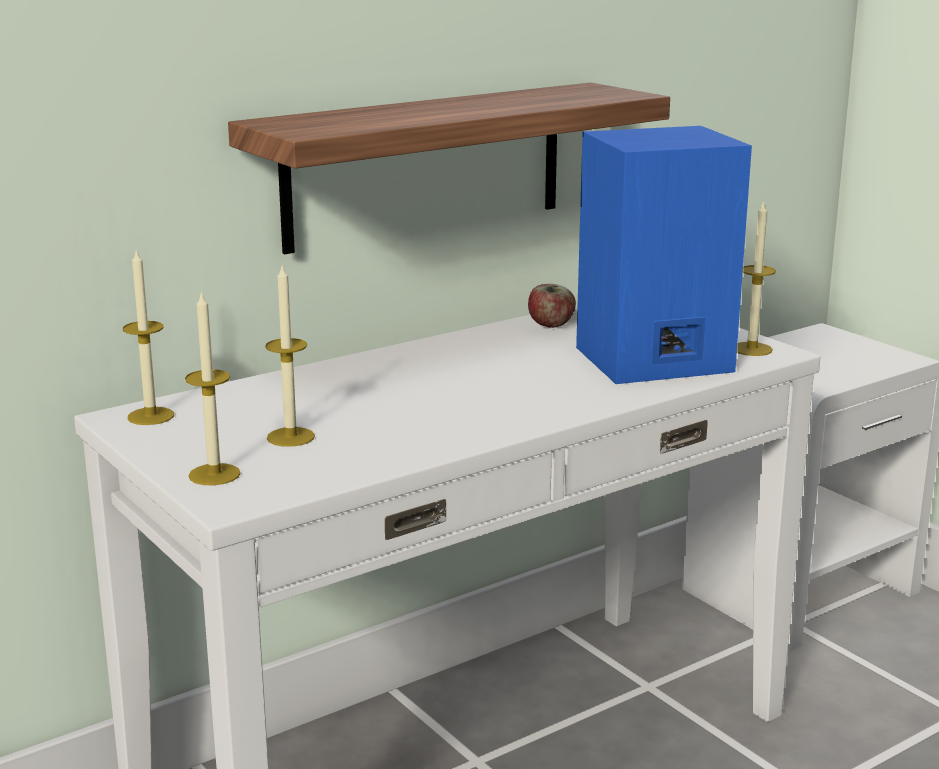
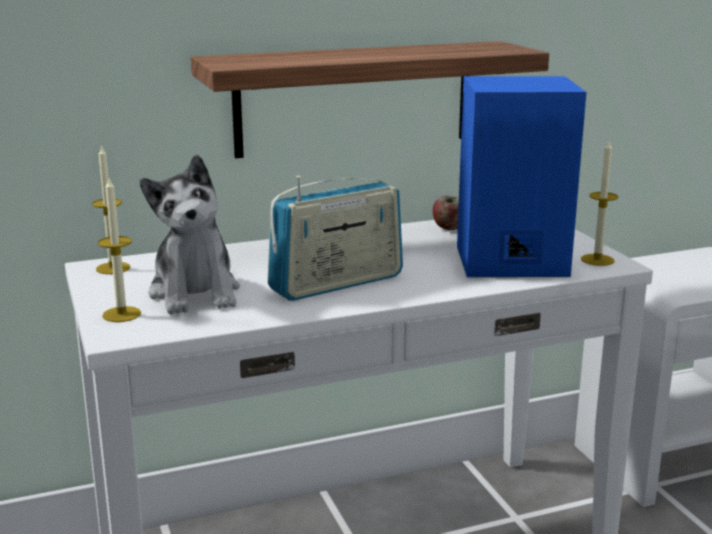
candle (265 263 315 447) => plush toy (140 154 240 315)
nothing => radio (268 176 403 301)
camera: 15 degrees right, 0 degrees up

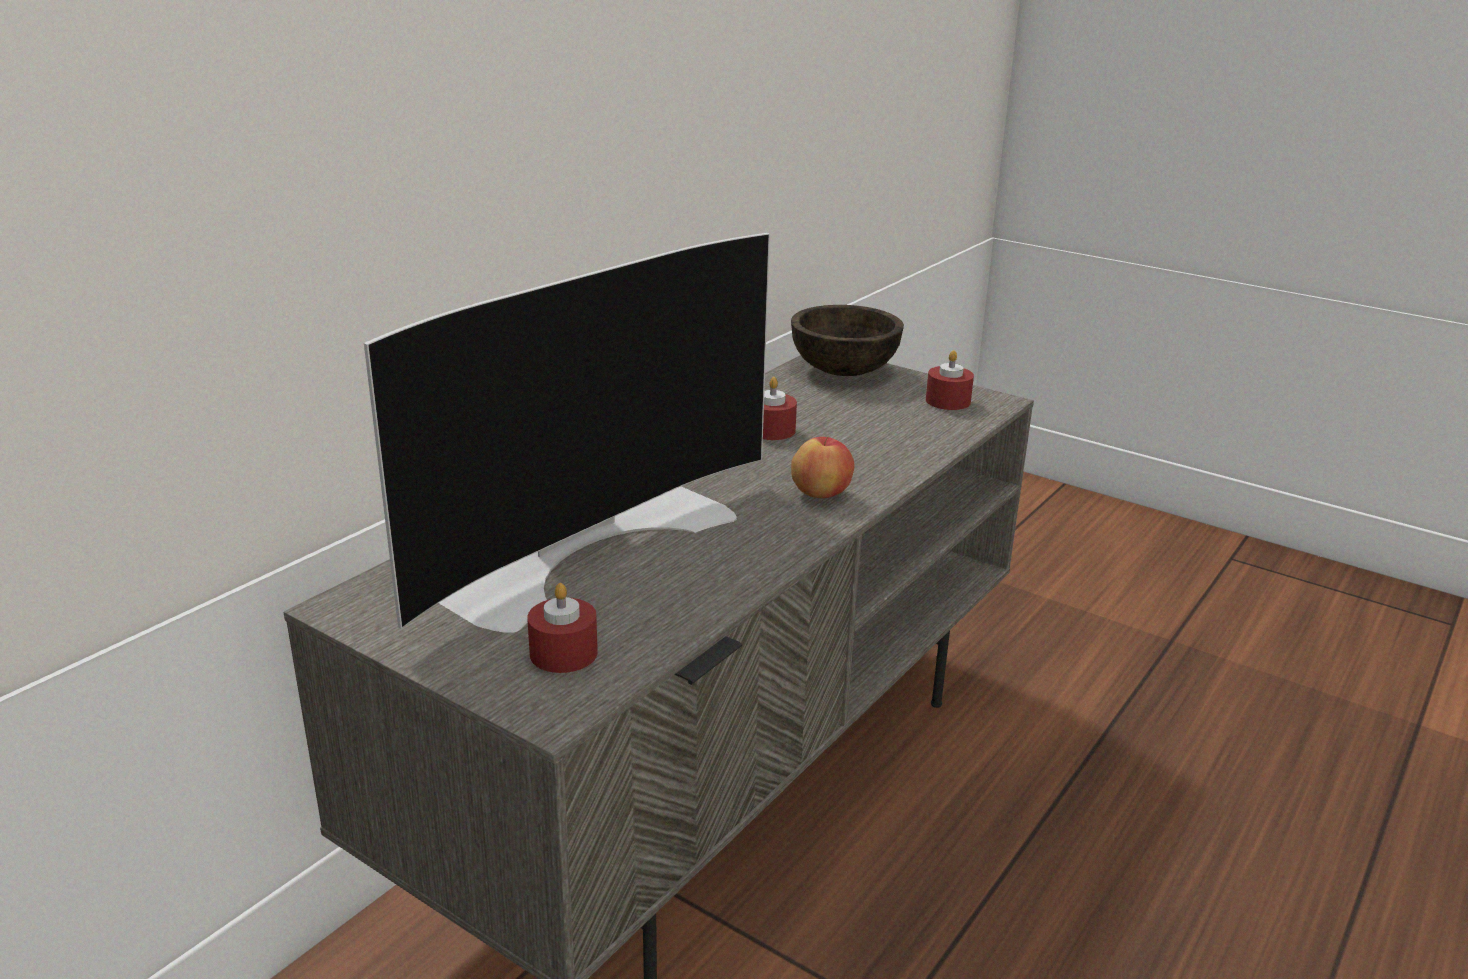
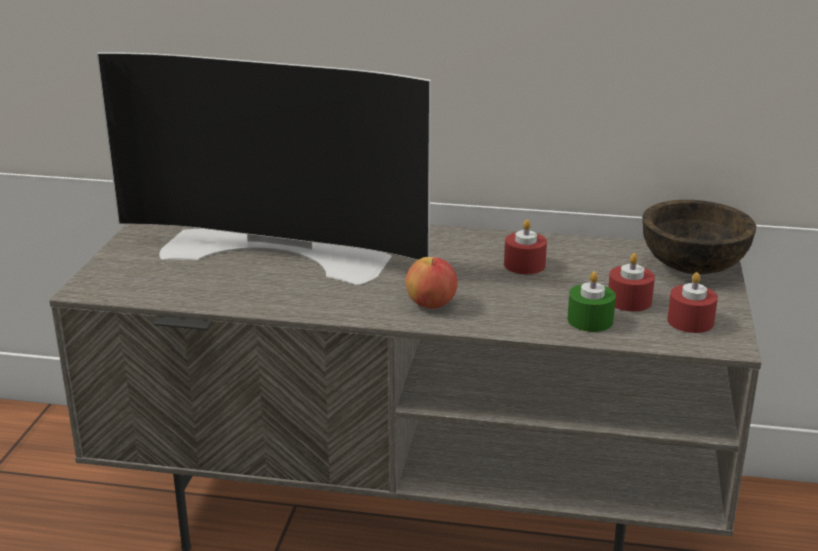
candle (red) (527 583 598 673) => candle (red) (608 253 655 312), shifted
nothing => candle (green) (567 271 616 332)
camera: 65 degrees right, 0 degrees up

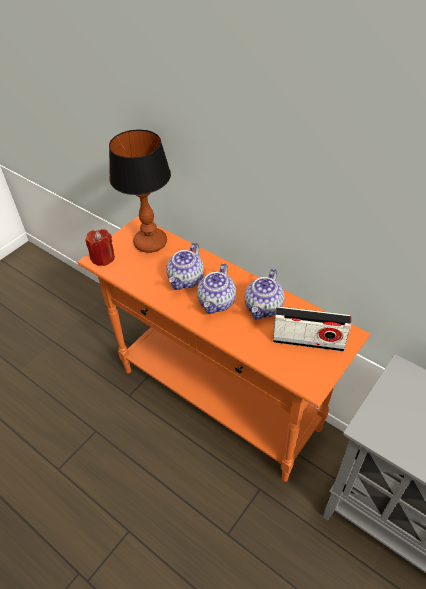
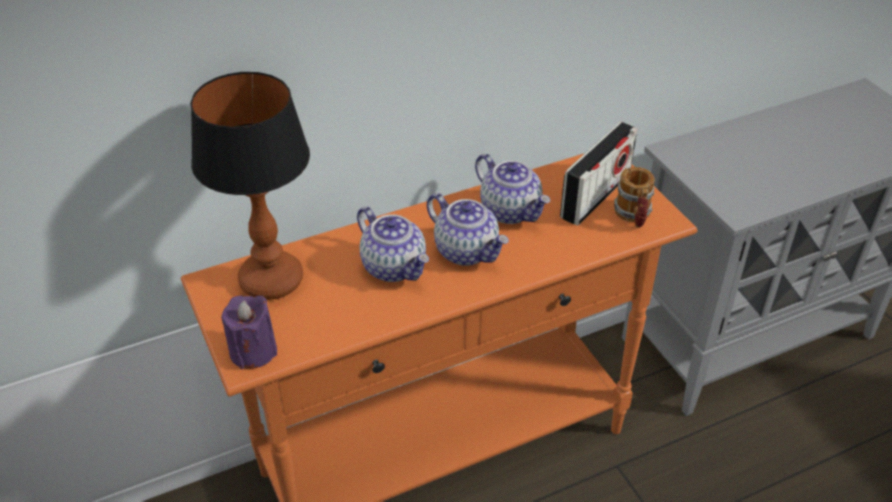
candle (red) (86 229 115 266) => candle (purple) (221 295 277 370)
nothing => mug (614 167 655 228)
camera: 65 degrees left, 5 degrees down

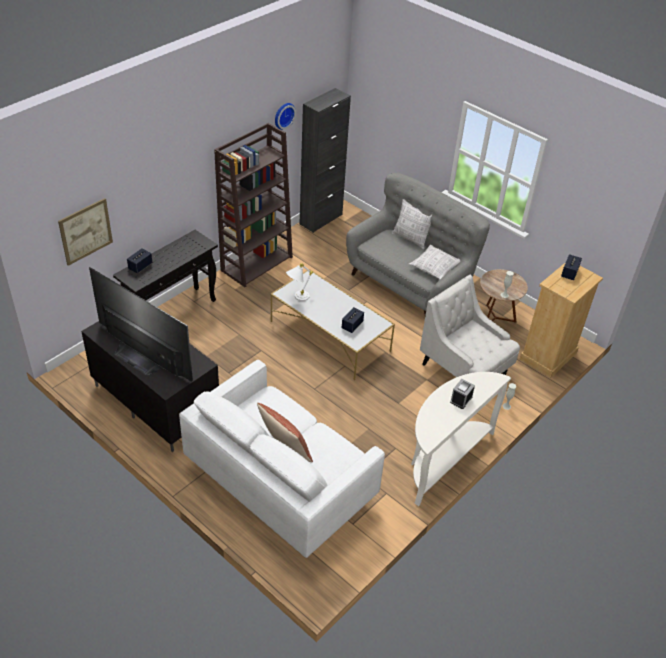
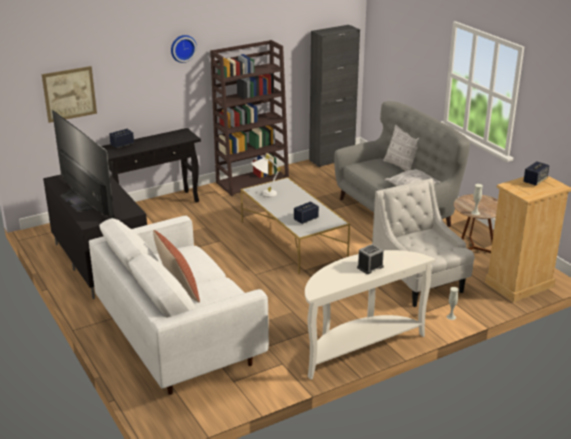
wall clock (275 103 296 130) => wall clock (171 35 197 63), shifted
camera: 20 degrees right, 15 degrees down

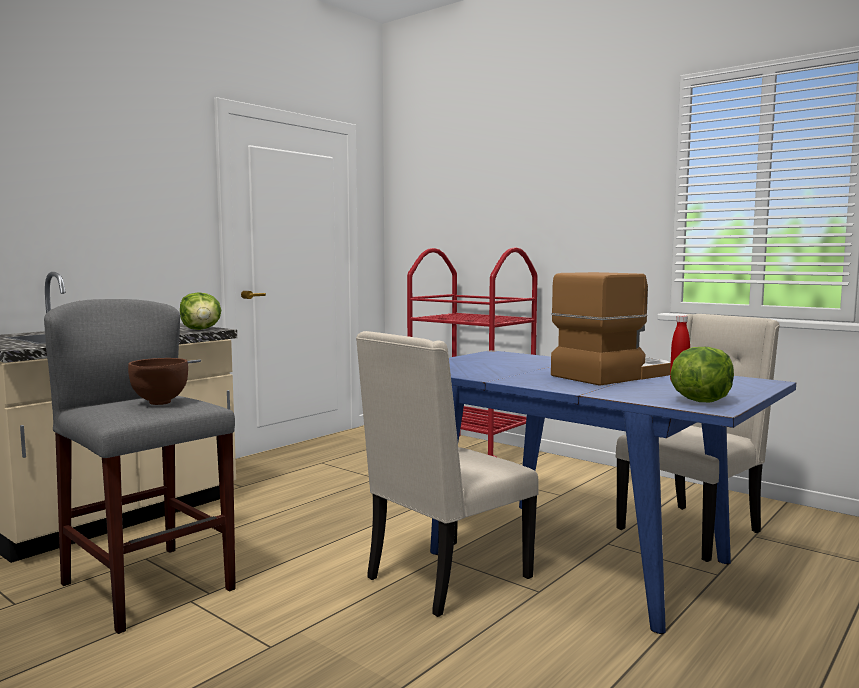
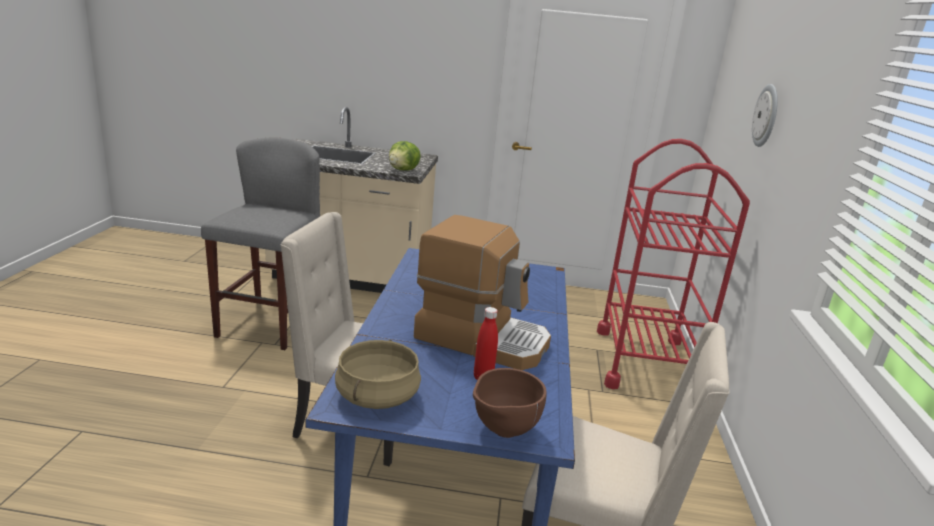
bowl (brown) (128 358 188 405) => bowl (brown) (473 368 546 438), shifted
lettuce (670 347 734 402) => cooking pot (beige) (335 340 421 409)
nothing => wall clock (752 84 778 147)
camera: 55 degrees right, 15 degrees up

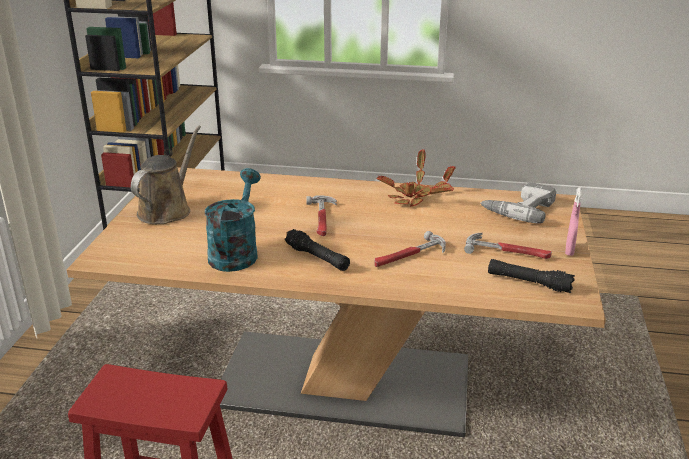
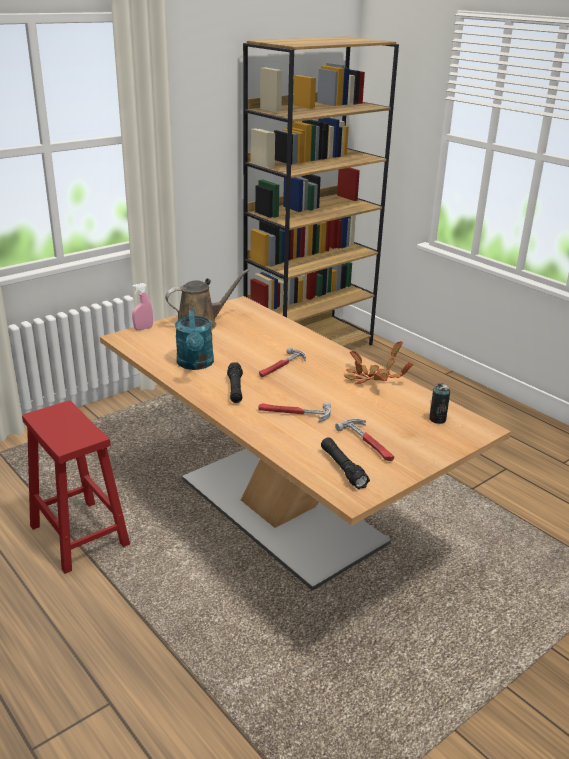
watering can (turquoise) (205 168 261 272) => watering can (turquoise) (175 305 214 370), 120 degrees clockwise
power drill (480 182 556 224) => can (429 383 450 424)
spray bottle (pink) (565 187 582 256) => spray bottle (pink) (132 283 153 330), shifted
camera: 40 degrees right, 0 degrees up

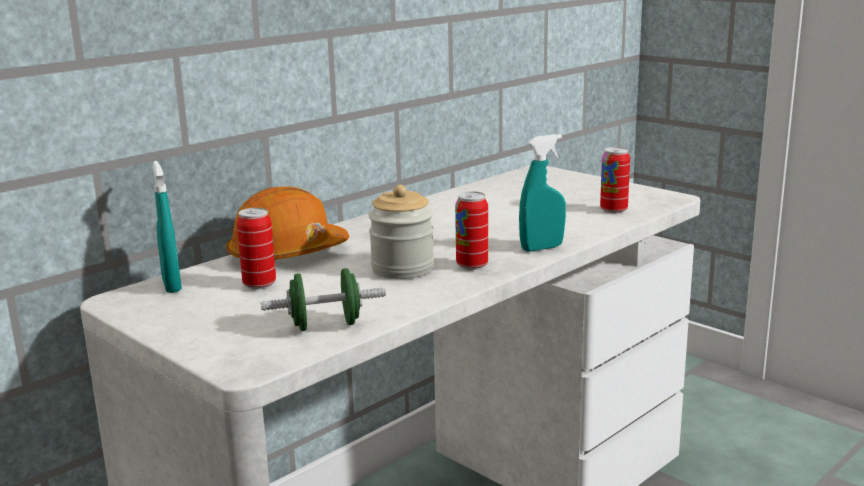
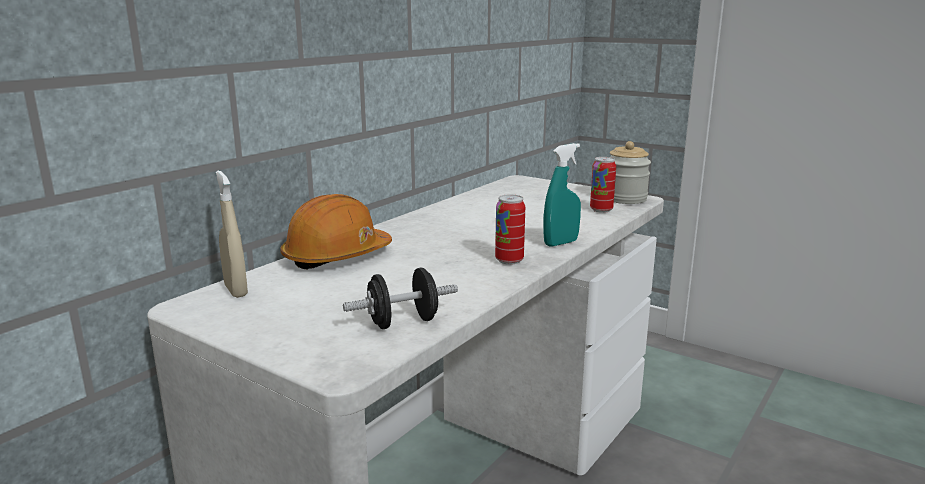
spray bottle (turquoise) (153 161 182 293) => spray bottle (beige) (216 171 248 298)
can (237 208 276 290) => nothing
dumbbell (green) (261 268 386 331) => dumbbell (black) (343 268 458 329)
jar (368 185 434 279) => jar (610 141 651 204), shifted
camera: 10 degrees left, 0 degrees up

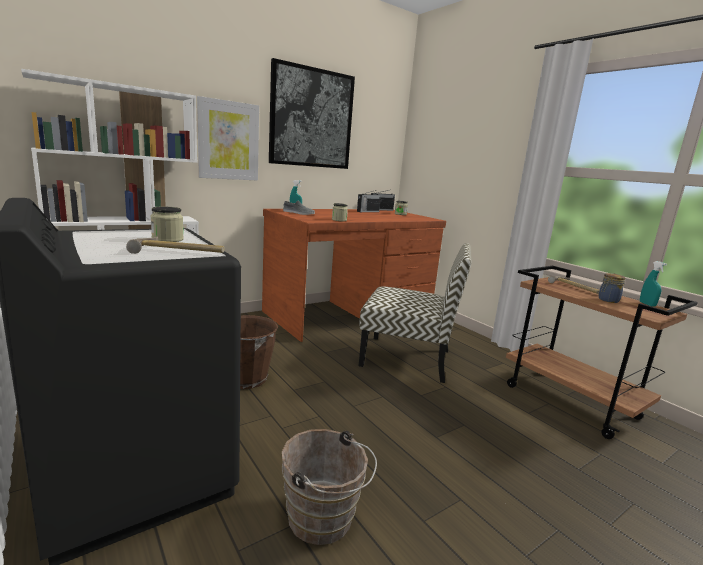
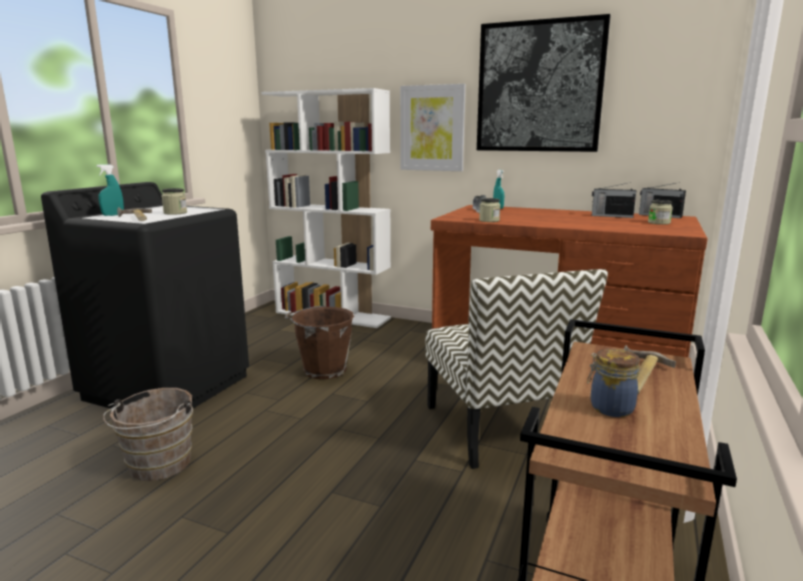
spray bottle (turquoise) (640 261 667 307) => spray bottle (turquoise) (97 164 124 216), shifted
camera: 60 degrees right, 0 degrees up

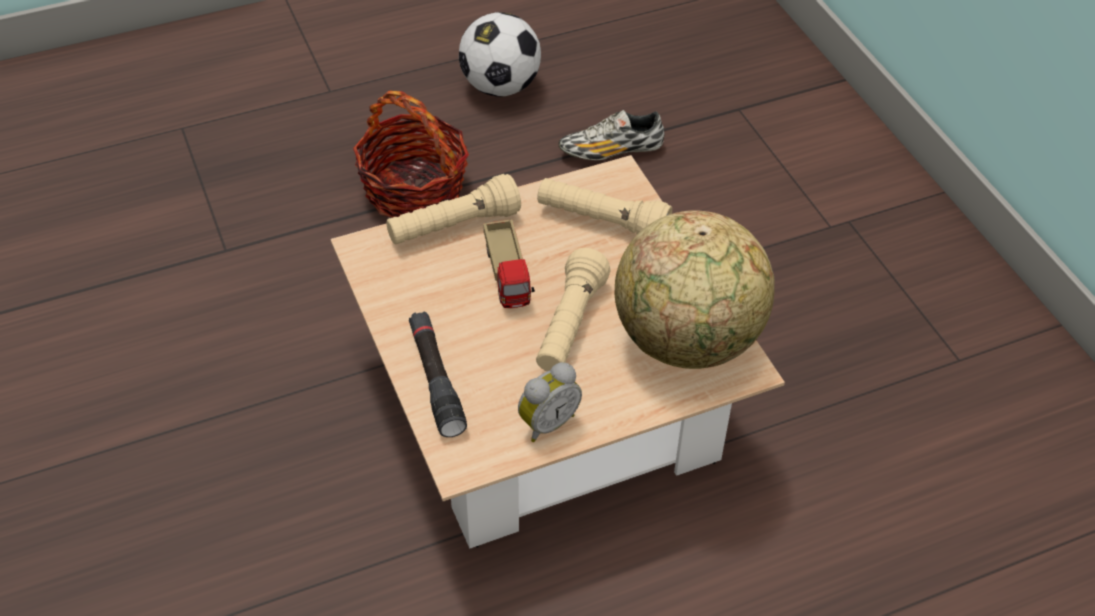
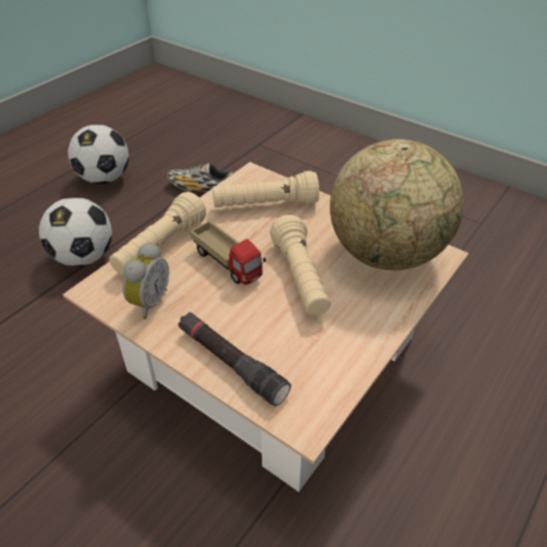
basket (353 91 469 218) => football (39 197 112 267)
alarm clock (518 362 582 442) => alarm clock (123 242 169 319), shifted
shoe (559 110 664 160) => shoe (167 162 233 192), 60 degrees clockwise
camera: 30 degrees left, 5 degrees down

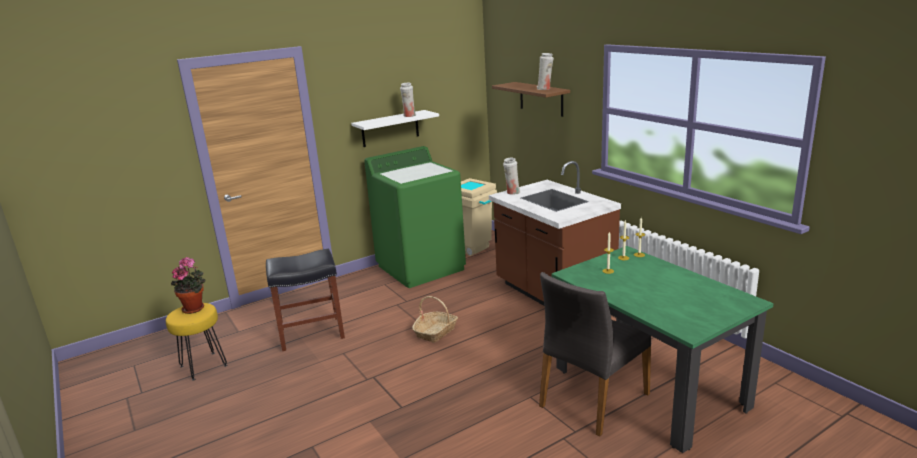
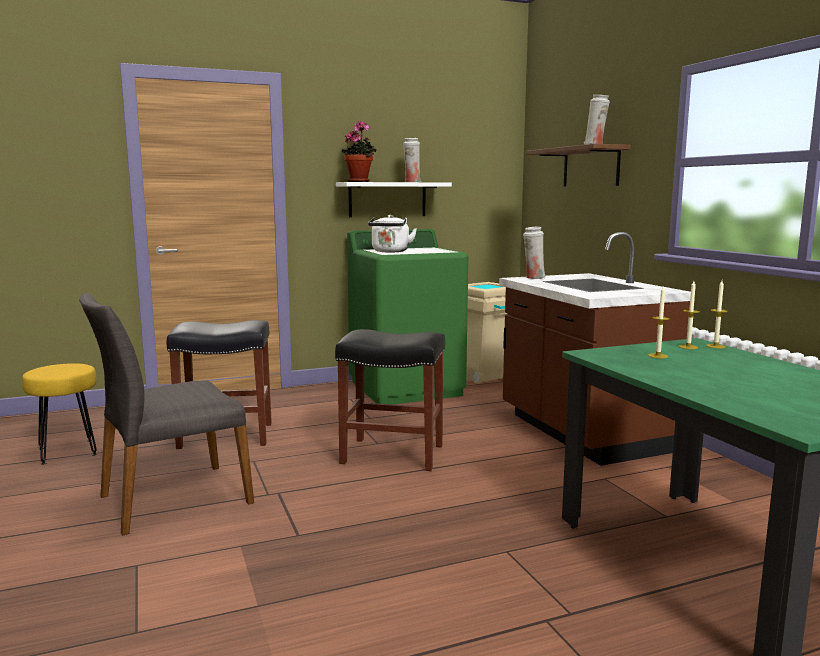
potted plant (171 257 206 314) => potted plant (341 121 376 182), shifted
basket (412 296 458 343) => stool (black) (335 329 445 471)
chair (grey) (539 272 651 437) => chair (grey) (79 293 254 536), shifted
nothing => kettle (white) (368 215 417 252)
camera: 10 degrees right, 10 degrees down

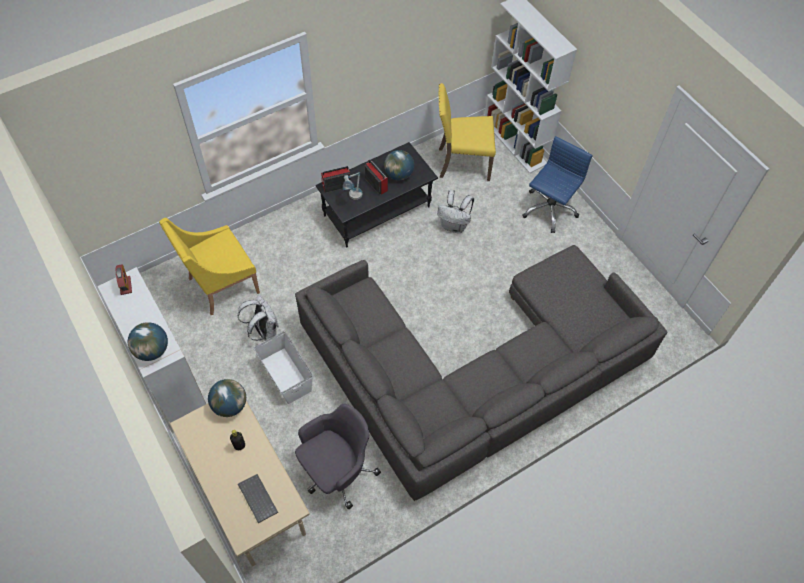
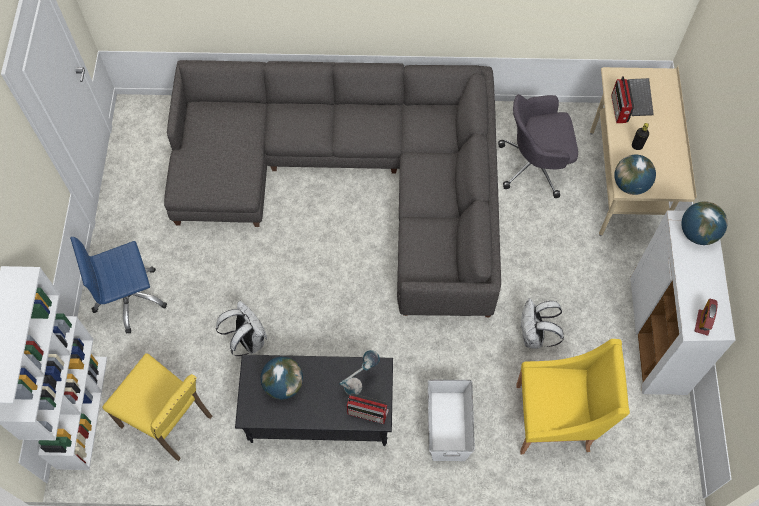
storage box (white) (253 331 313 404) => storage box (white) (428 380 475 461), shifted
radio (364 159 388 195) => radio (611 76 634 123), shifted
camera: 145 degrees left, 5 degrees up

